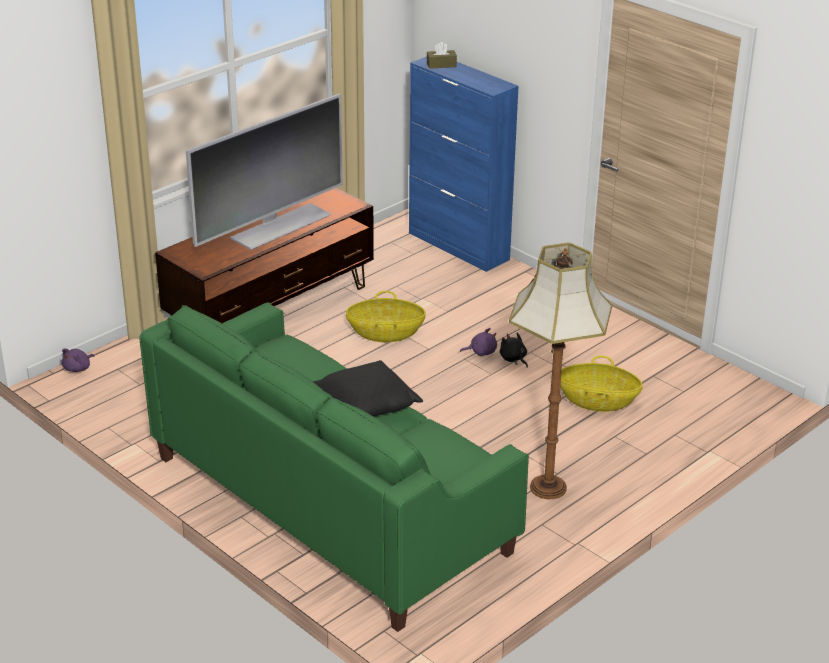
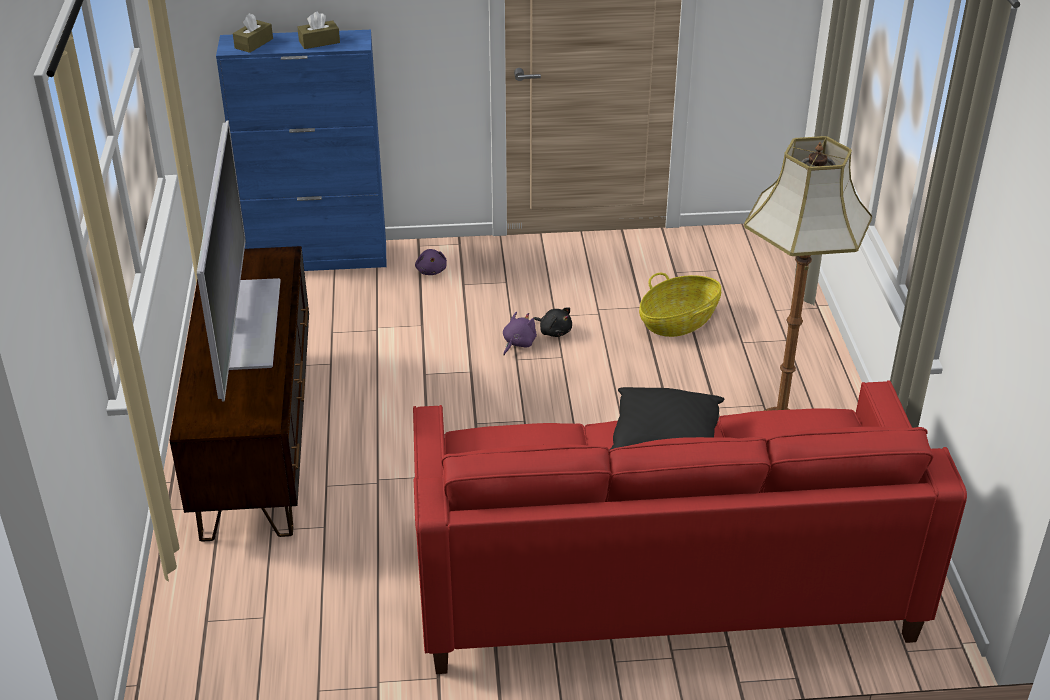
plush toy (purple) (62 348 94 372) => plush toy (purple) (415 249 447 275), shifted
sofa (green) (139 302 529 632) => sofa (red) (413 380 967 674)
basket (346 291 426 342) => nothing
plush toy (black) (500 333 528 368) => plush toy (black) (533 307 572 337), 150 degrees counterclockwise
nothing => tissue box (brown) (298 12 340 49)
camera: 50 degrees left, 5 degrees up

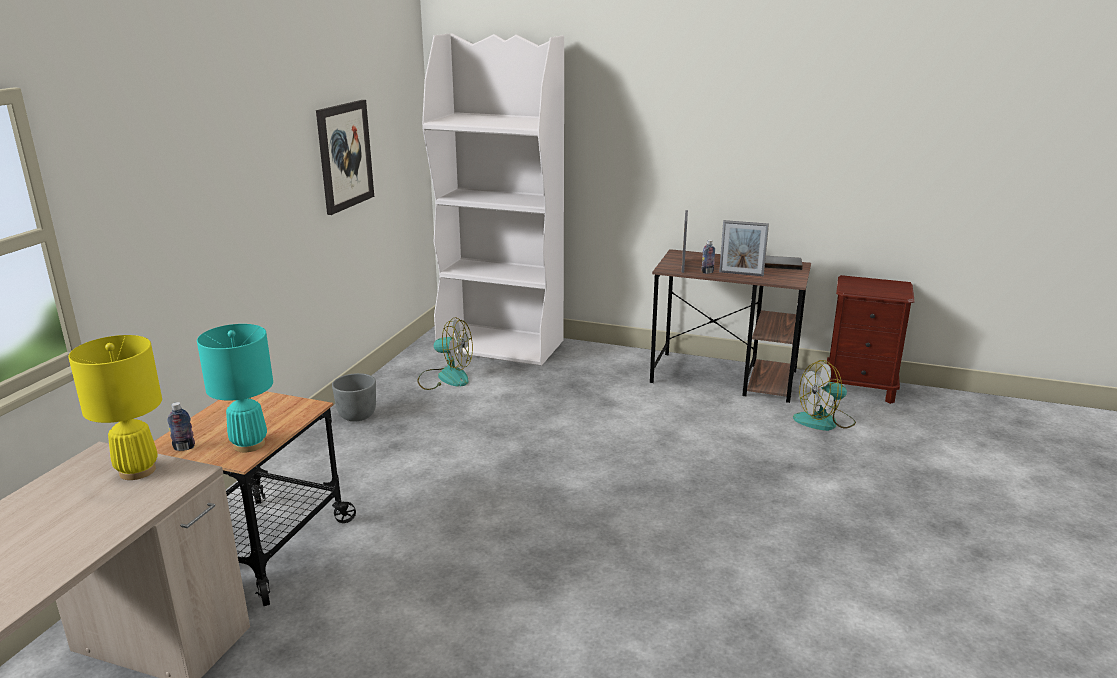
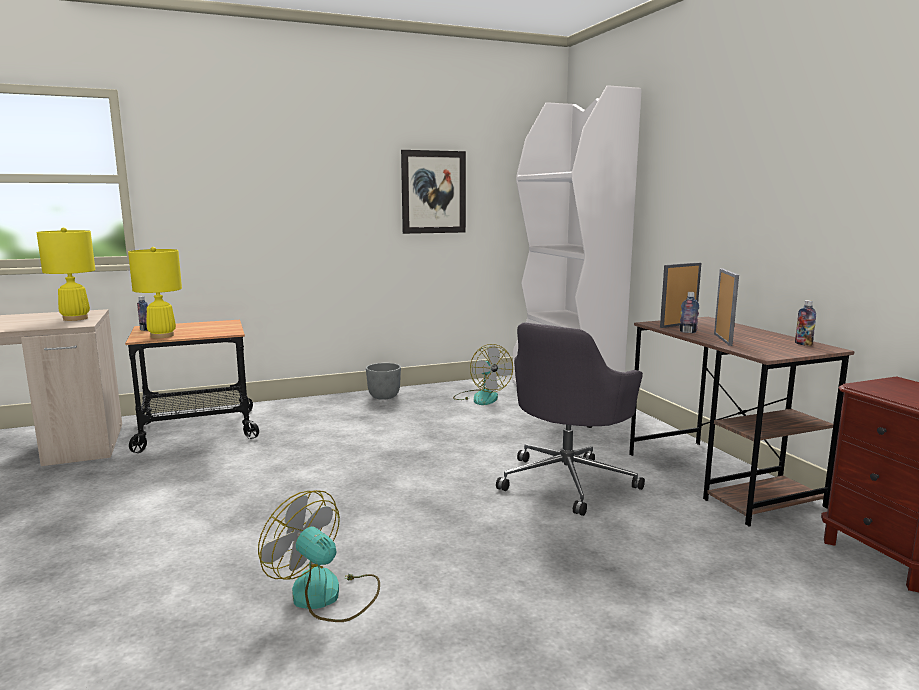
table lamp (turquoise) (197 324 273 452) => table lamp (yellow) (128 247 182 338)
picture frame (719 220 769 276) => picture frame (714 268 739 346), 150 degrees counterclockwise
book (grey) (765 256 803 270) => bottle (795 300 816 346)
fan (793 360 856 431) => fan (258 490 380 622), shifted
nothing => office chair (grey) (496 322 645 516)
camera: 50 degrees right, 10 degrees down

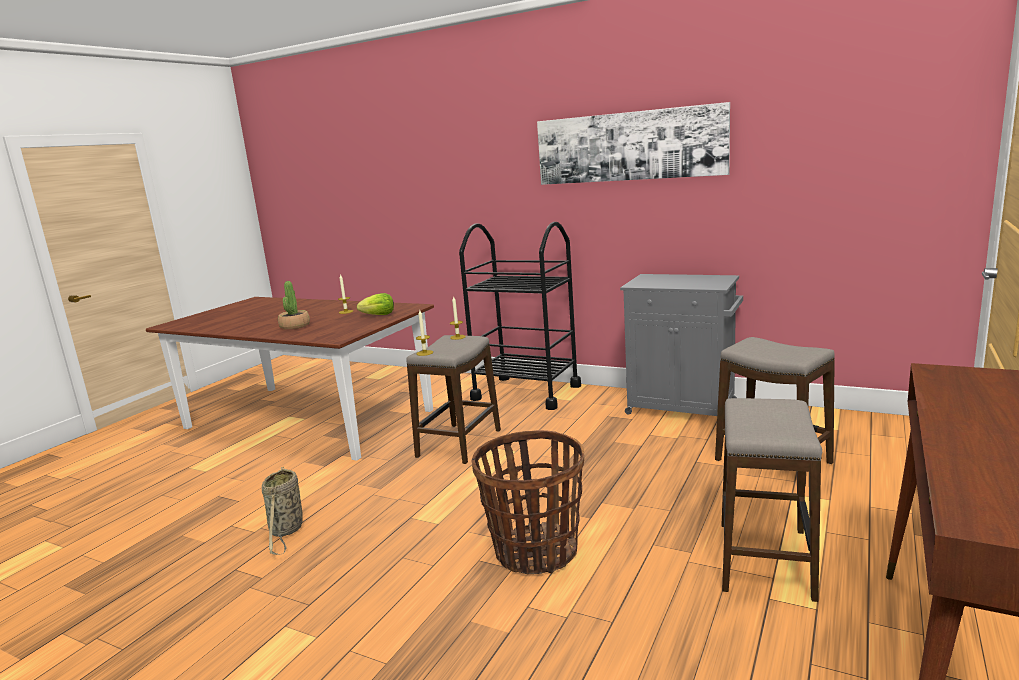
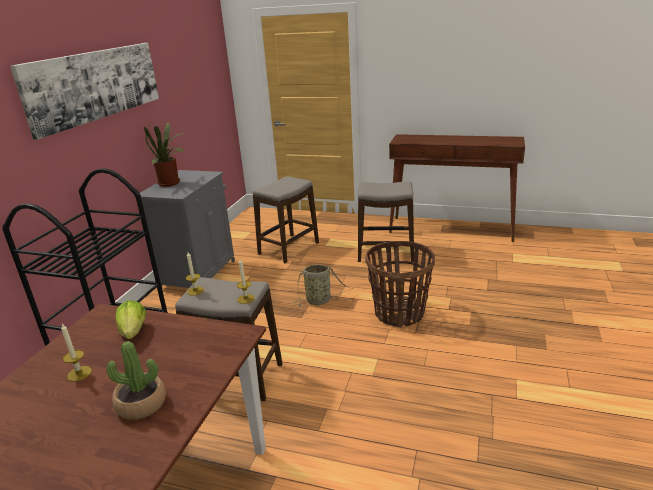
basket (262 467 303 555) => basket (294 264 353 307), shifted
nothing => potted plant (144 123 185 187)
camera: 100 degrees left, 10 degrees up

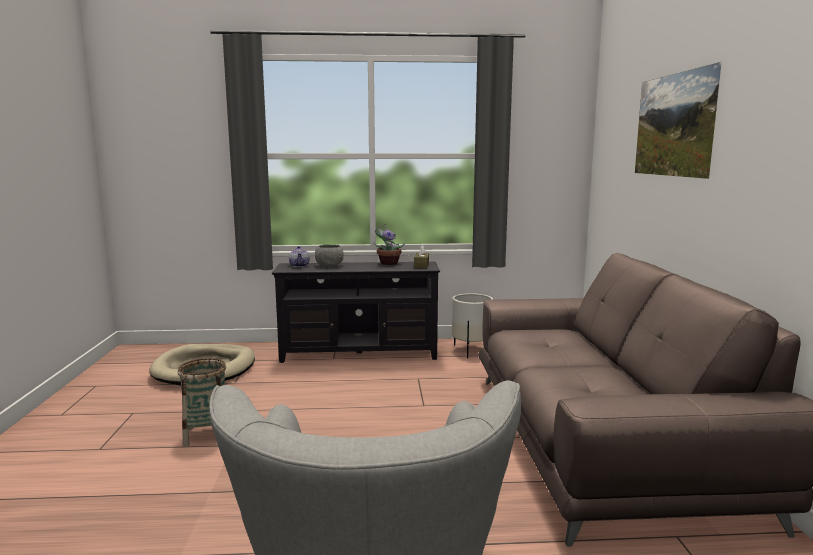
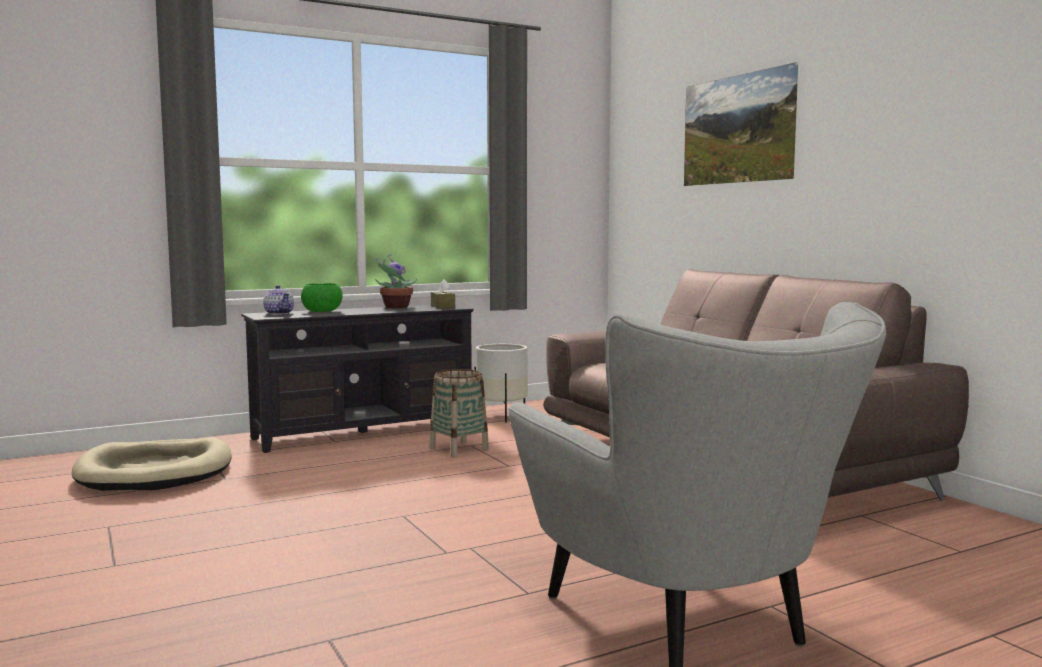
basket (178 358 226 447) => basket (429 369 489 457), shifted
bowl (grey) (315 245 344 267) => bowl (green) (301 283 343 312)
camera: 25 degrees left, 5 degrees down

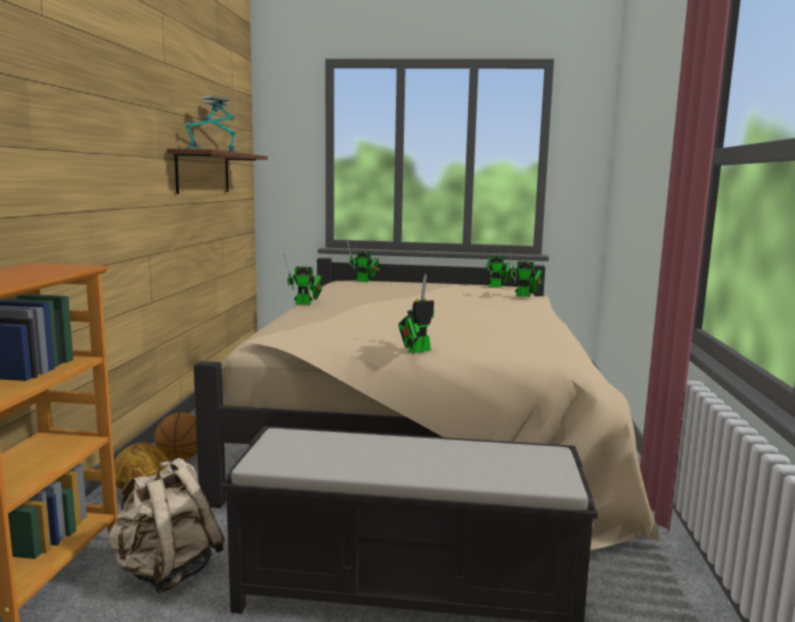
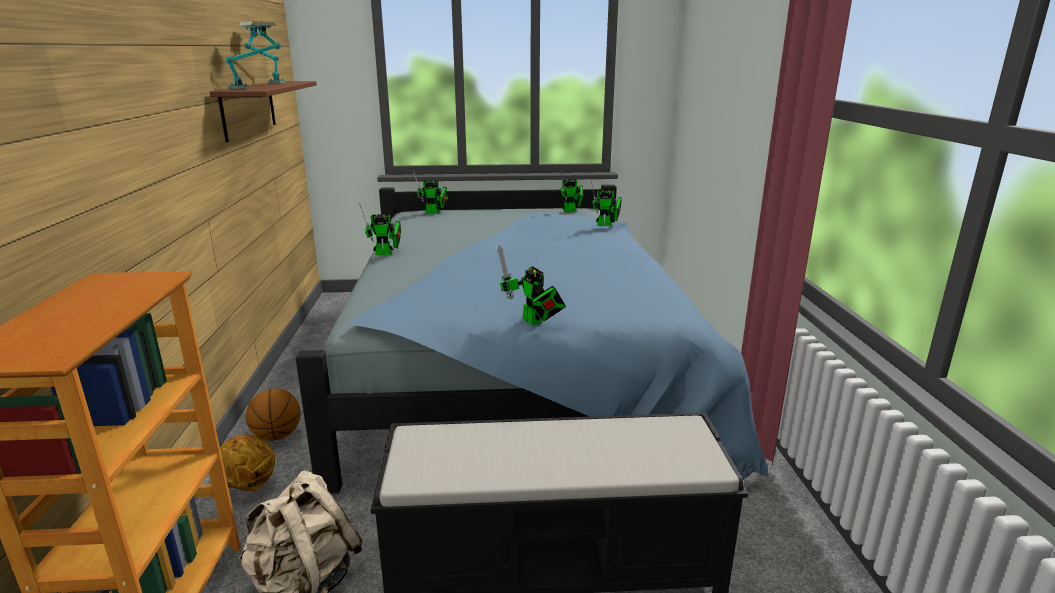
bed (beige) (194 258 659 551) => bed (blue) (295 185 768 494)
toy robot (398 274 434 353) => toy robot (498 246 566 325), 75 degrees counterclockwise
camera: 10 degrees left, 10 degrees up

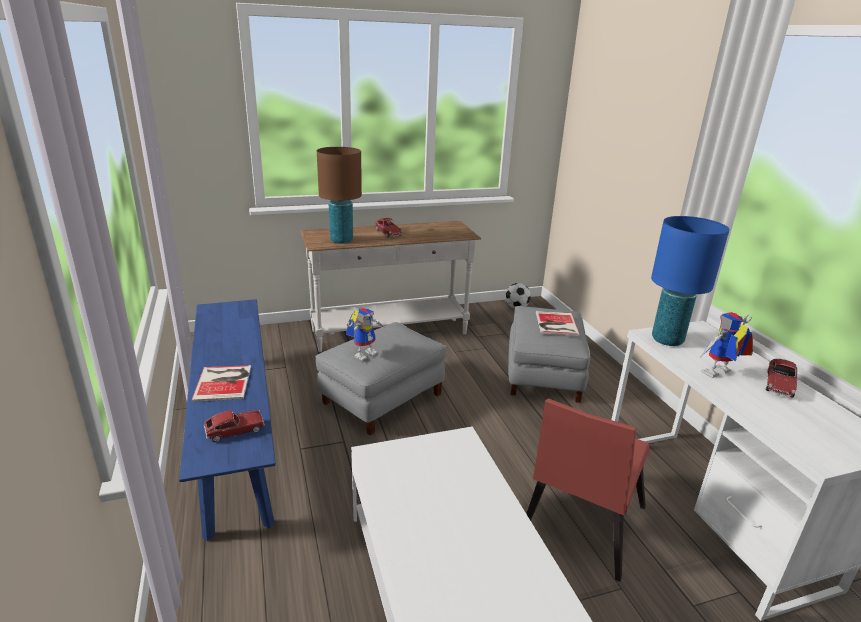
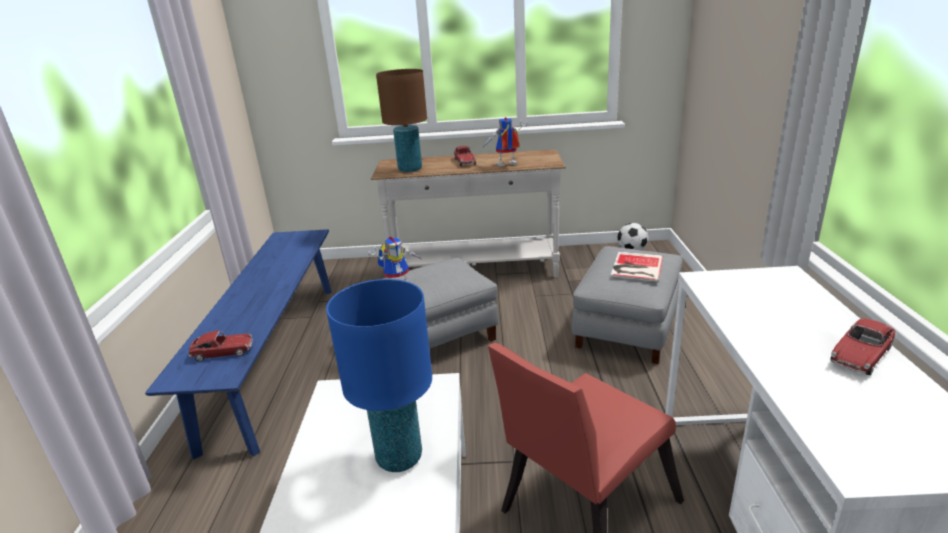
book (191 365 251 402) => nothing
table lamp (blue) (651 216 729 346) => table lamp (blue) (326 279 432 472), shifted
toy robot (701 312 753 378) => toy robot (482 117 528 166), shifted
camera: 20 degrees right, 0 degrees up

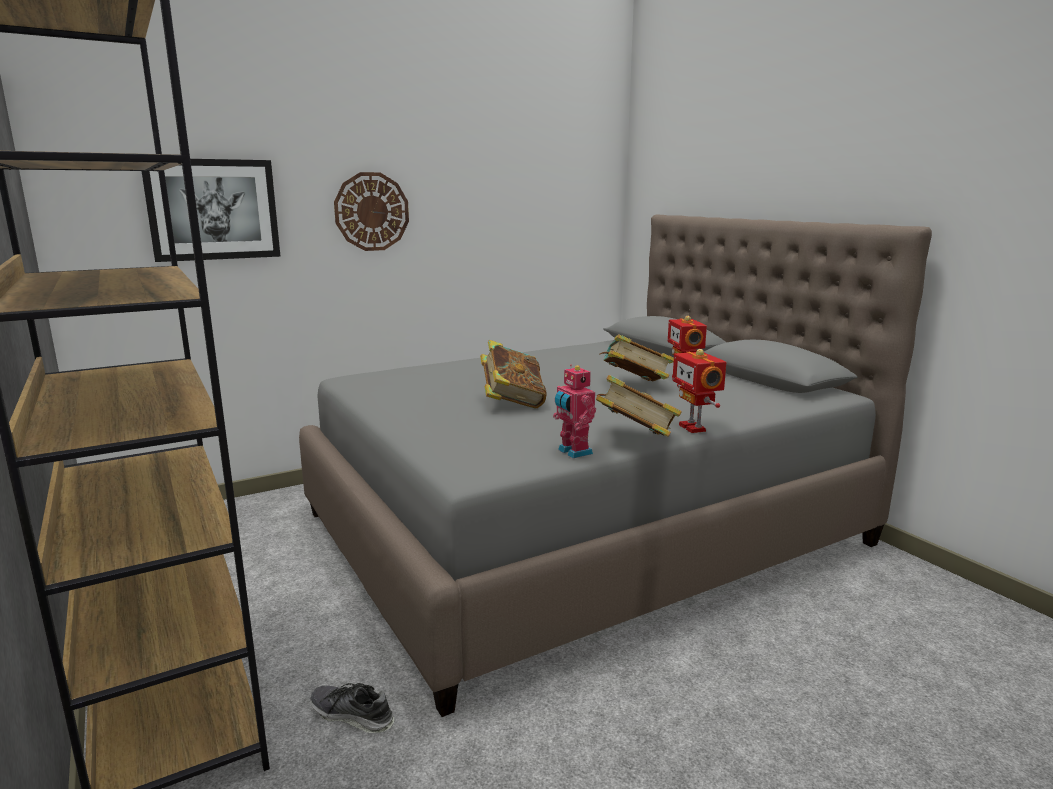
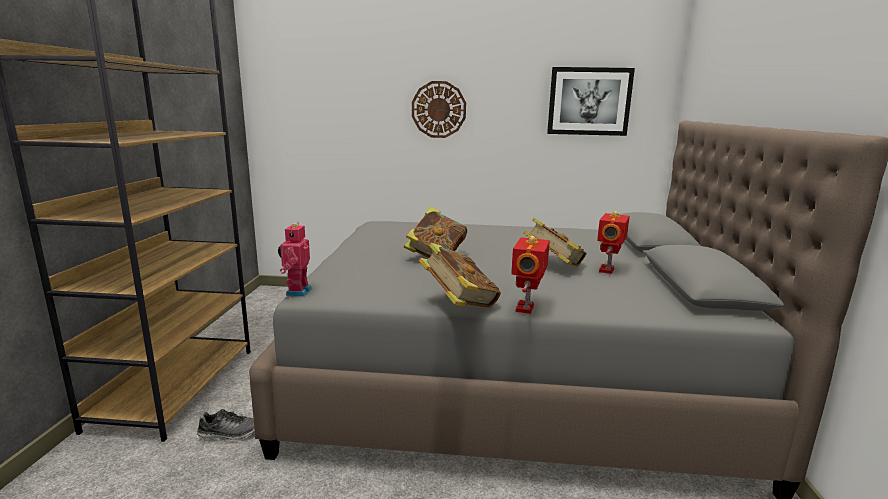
picture (142 159 281 262) => picture (547 67 635 136), shifted
shoe (310 683 395 733) => shoe (197 409 255 441), 120 degrees clockwise
toy robot (553 365 596 458) => toy robot (278 222 312 296), shifted
camera: 35 degrees right, 0 degrees up

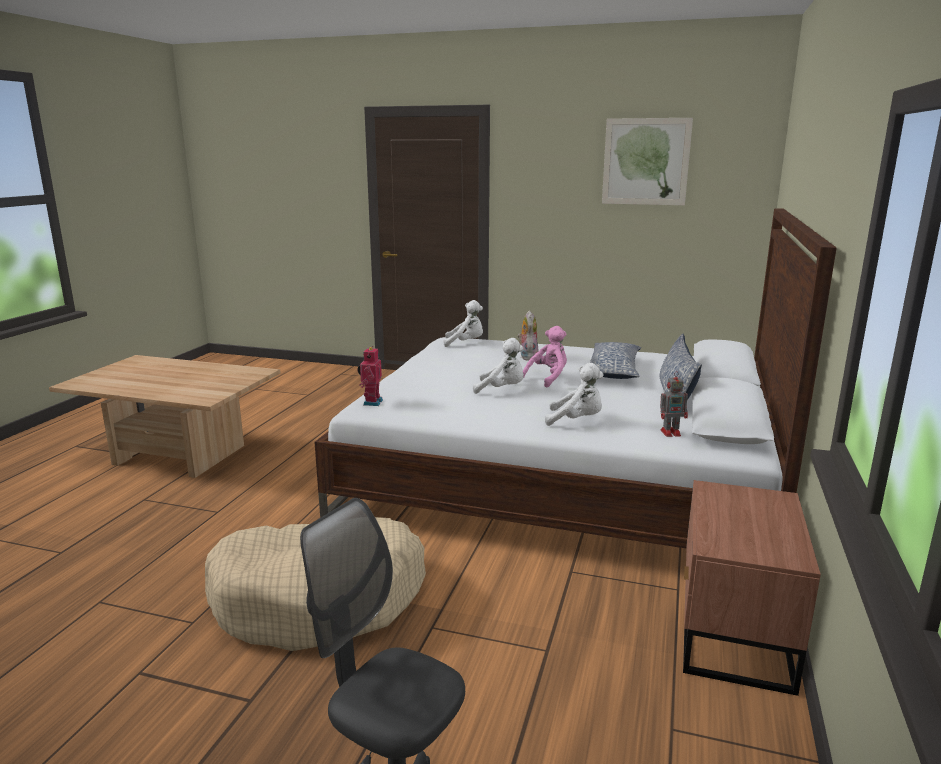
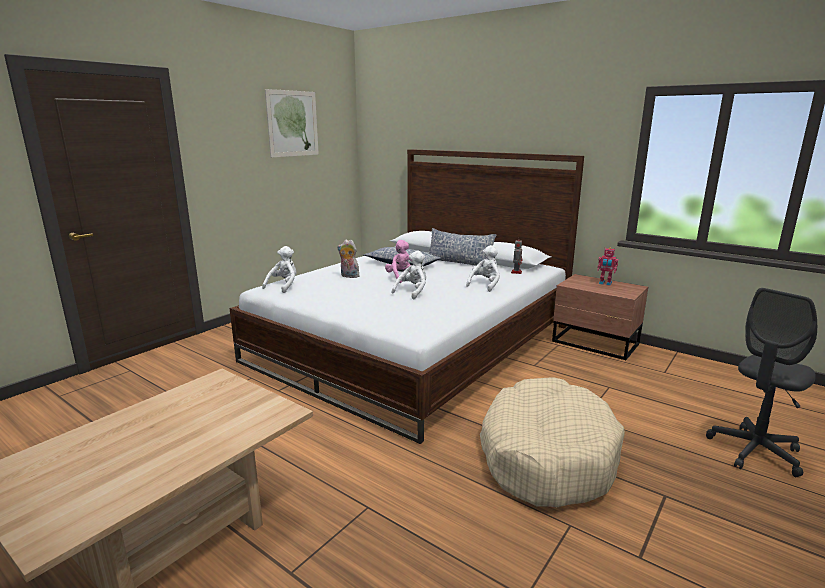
toy robot (358 346 383 406) => toy robot (597 247 618 286), shifted
camera: 70 degrees left, 0 degrees up

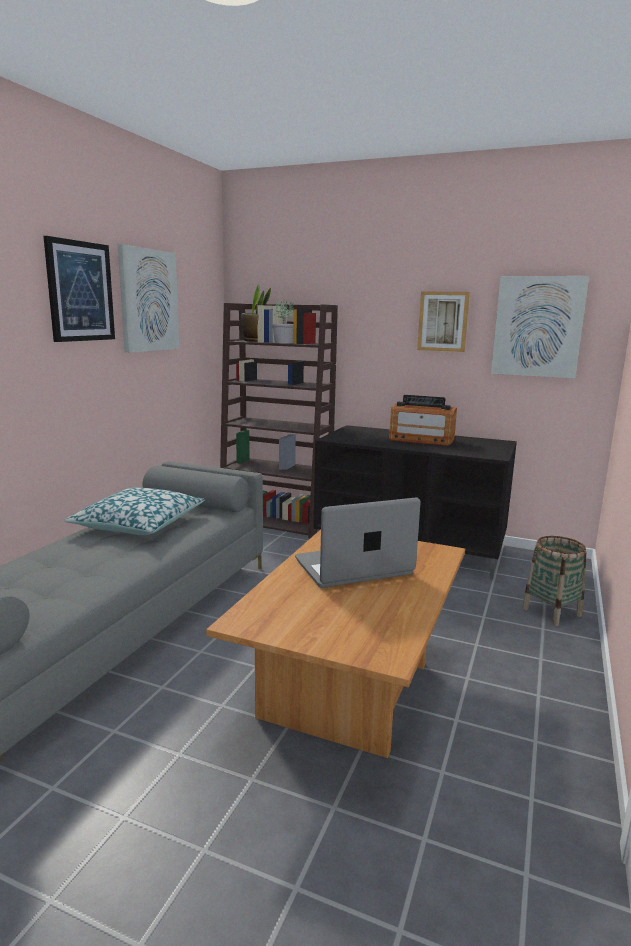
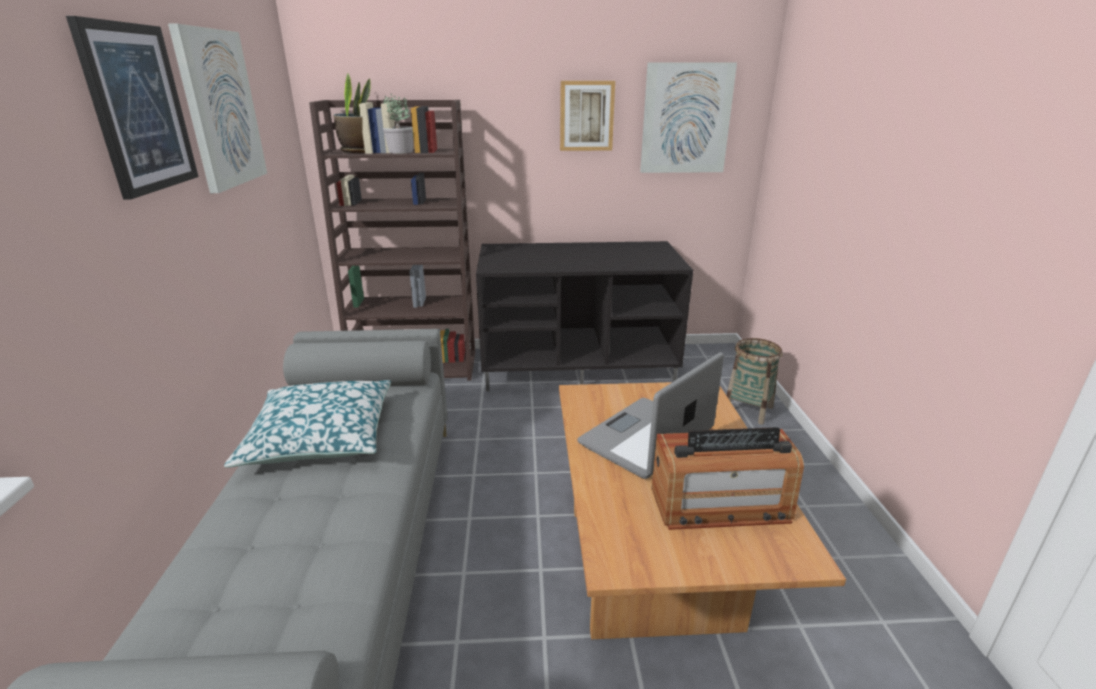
radio (389 395 457 446) => radio (652 427 804 530), shifted
camera: 25 degrees left, 10 degrees up

